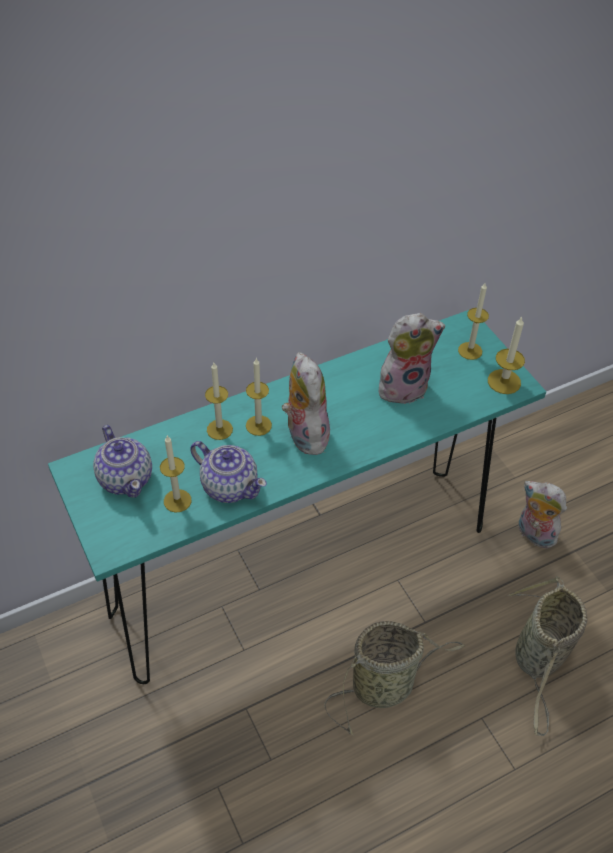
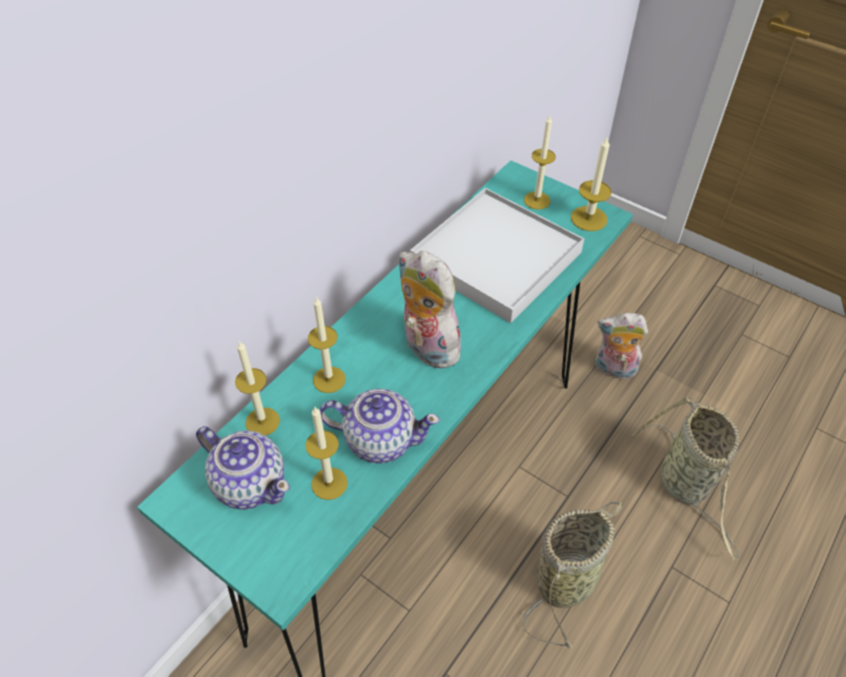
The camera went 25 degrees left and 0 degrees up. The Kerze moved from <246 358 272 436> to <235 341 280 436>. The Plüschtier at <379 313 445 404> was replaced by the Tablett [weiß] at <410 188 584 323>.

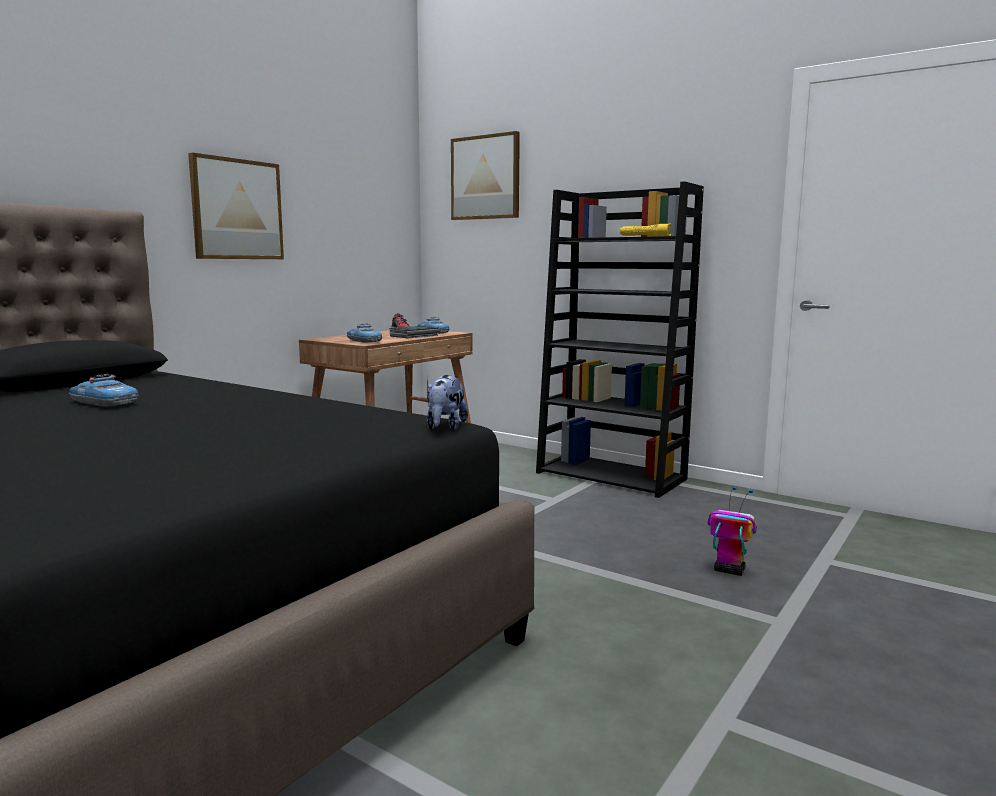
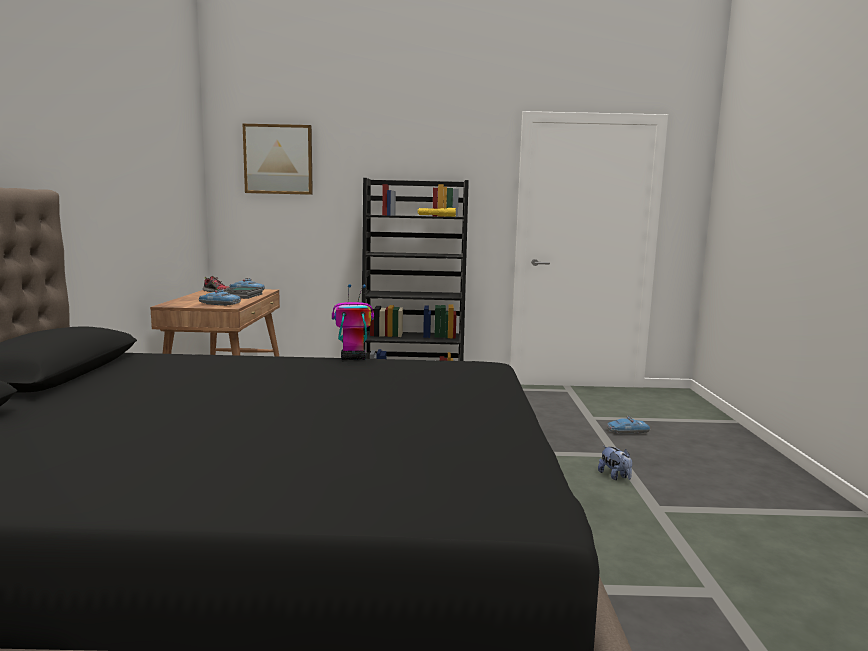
The camera went 35 degrees left and 0 degrees up. The Bild at <188 153 284 259> disappeared. The Spielzeugauto moved from <69 374 139 407> to <607 416 650 434>. The Plüschtier moved from <426 375 468 431> to <598 446 632 480>. The Spielzeugroboter moved from <708 487 757 576> to <332 284 374 360>.

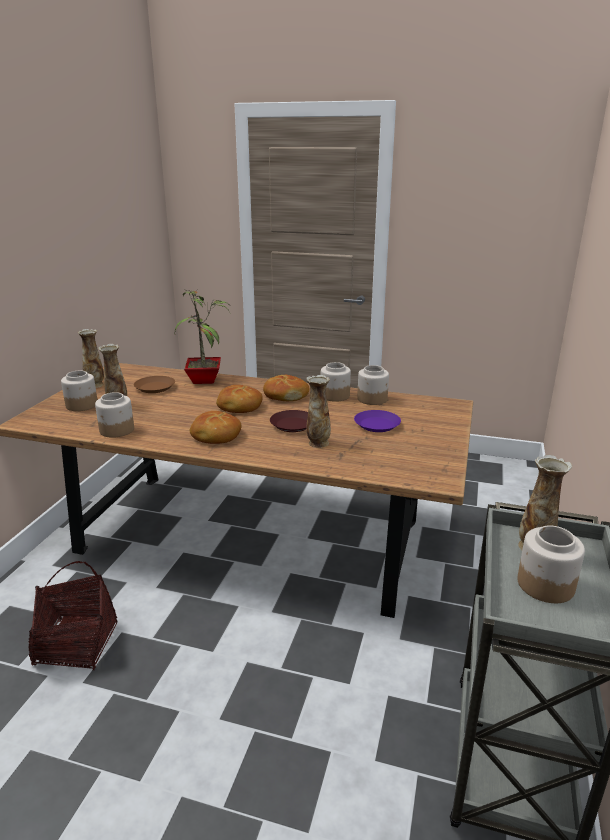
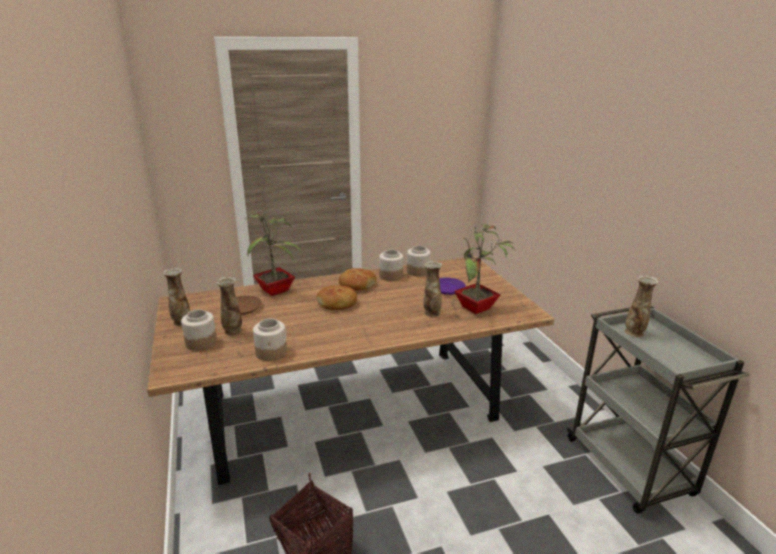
The camera went 35 degrees left and 0 degrees up. The Brot at <190 411 242 444> disappeared. The Teller [braun] at <270 410 308 432> disappeared. The Vorratsglas at <517 525 585 603> disappeared. The Topfpflanze at <454 223 515 314> appeared.

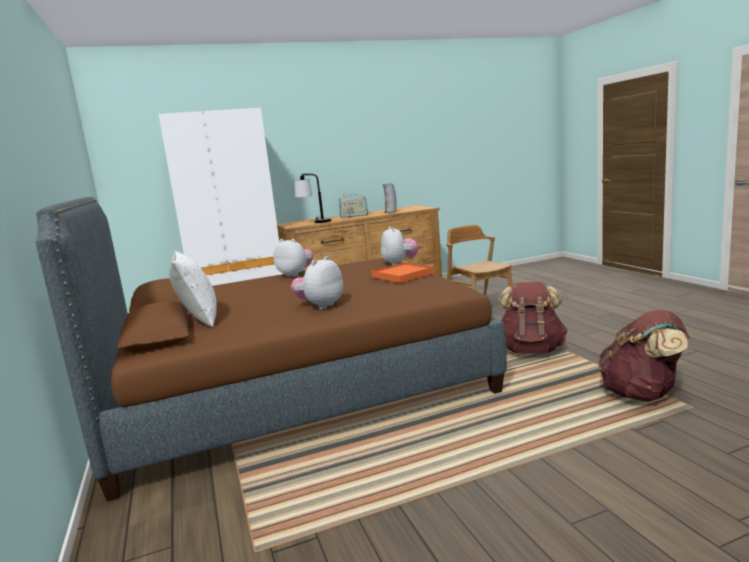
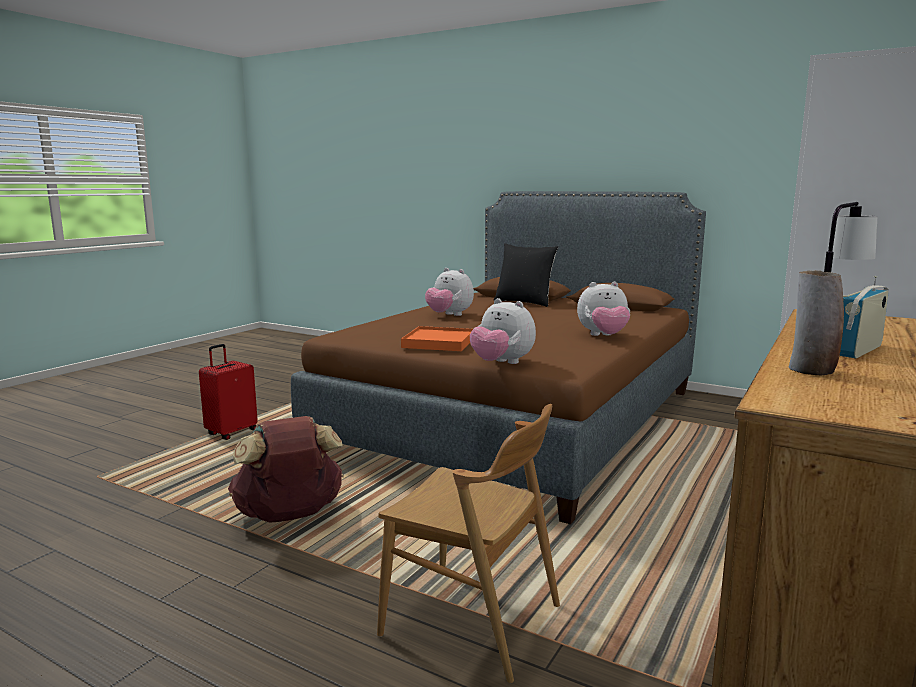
The camera went 140 degrees right and 0 degrees up. The Rucksack [braun] at <599 310 689 402> disappeared. The Koffer [rot] at <199 344 258 440> appeared. The Kissen [weiß] at <169 251 216 327> became the Kissen [schwarz] at <494 243 558 307>. The Plüschtier at <291 256 344 309> turned 135 degrees clockwise.

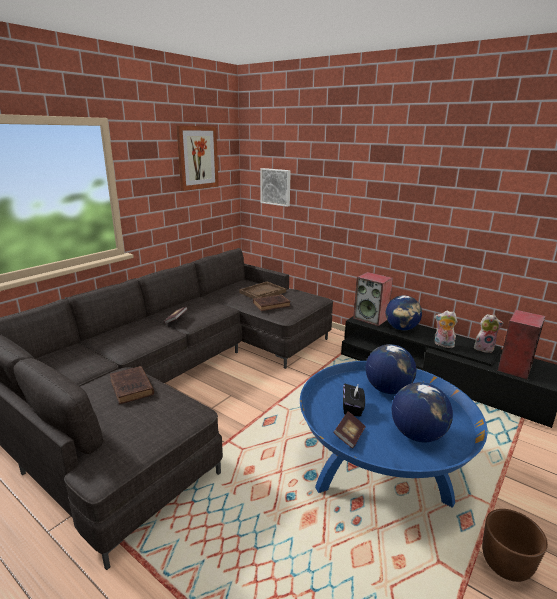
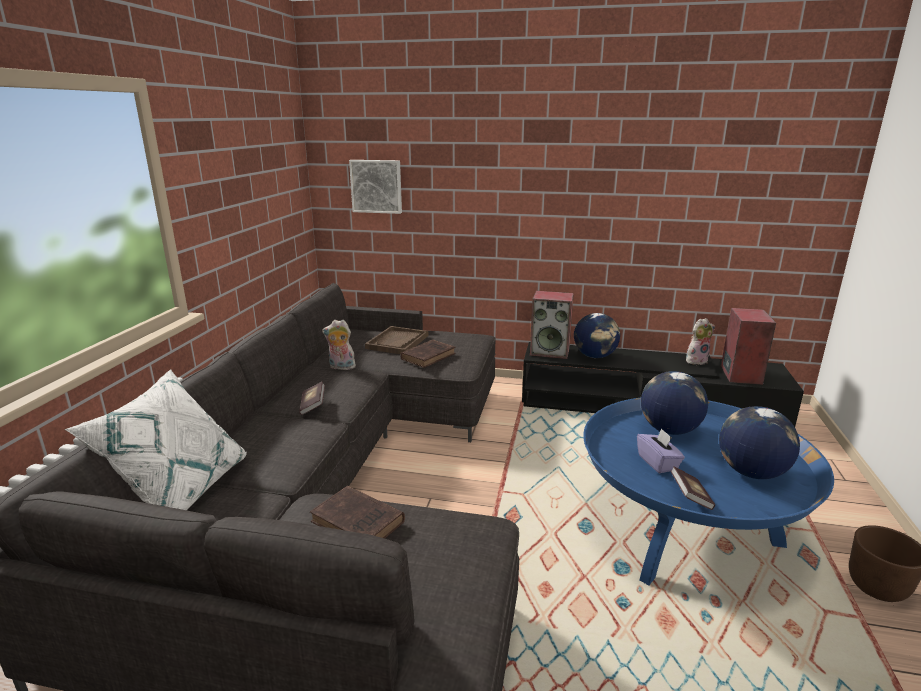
The camera went 25 degrees left and 0 degrees up. The Bild at <176 126 219 191> disappeared. The Kissen [weiß] at <64 369 247 510> appeared. The Plüschtier moved from <435 310 458 348> to <322 320 357 370>. The Taschentuchbox [schwarz] at <343 383 365 416> became the Taschentuchbox [lila] at <637 428 685 473>.

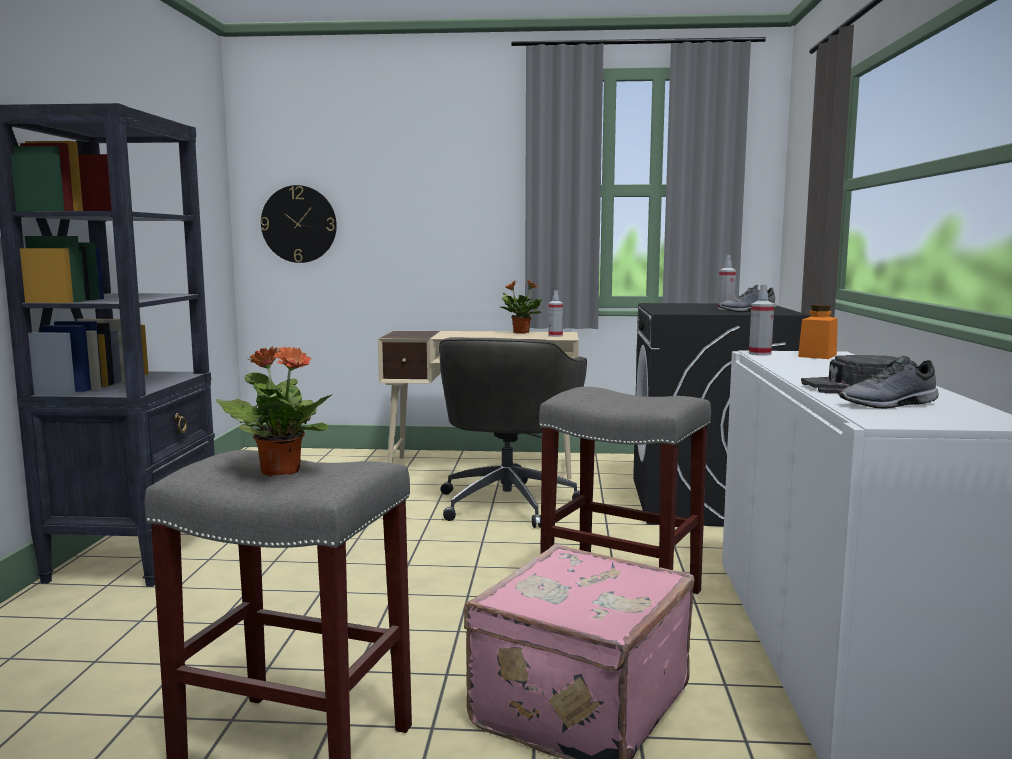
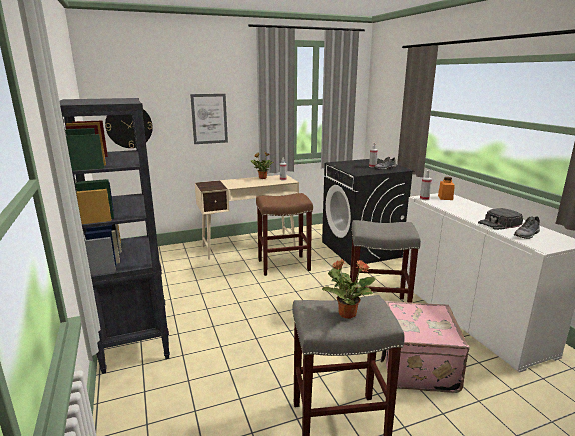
The camera went 25 degrees left and 10 degrees up. The Bild at <190 94 228 144> appeared. The Bürostuhl [grau] at <439 337 587 528> was replaced by the Hocker [braun] at <256 193 313 276>.

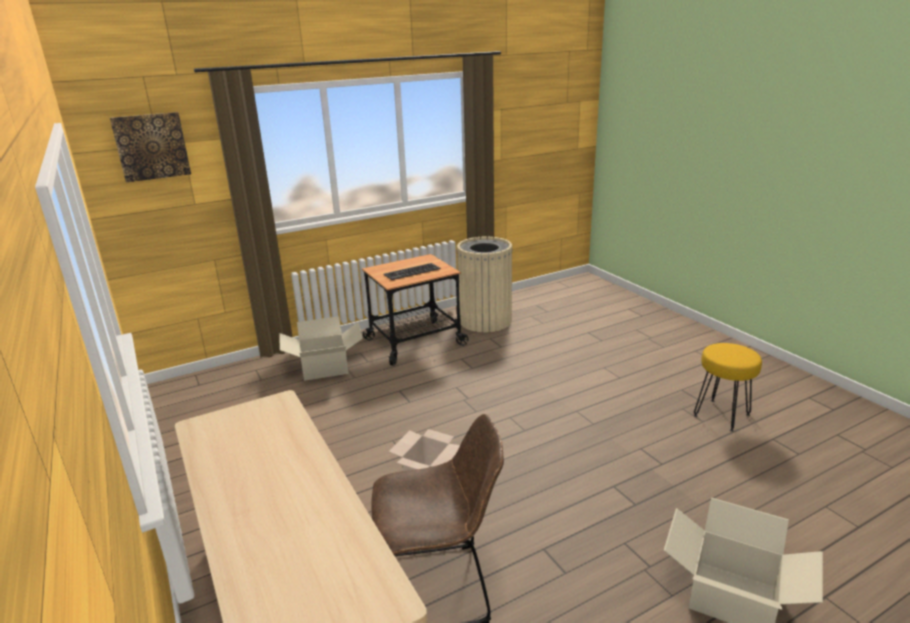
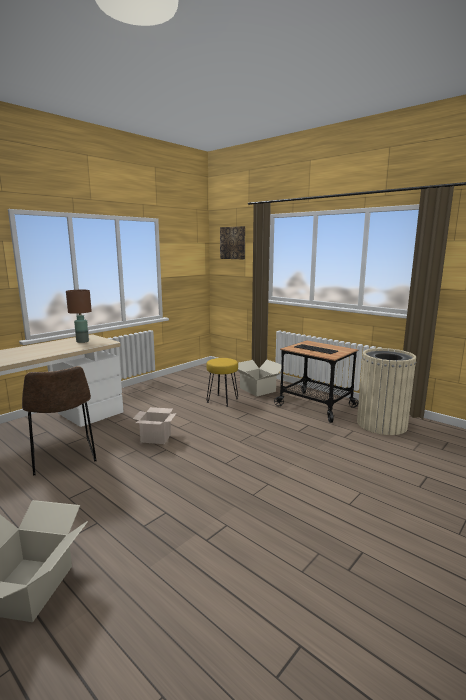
The camera went 70 degrees right and 10 degrees down. The Tischlampe [braun] at <66 290 92 343> appeared. The Hocker [gelb] moved from <694 343 762 432> to <206 358 238 407>.

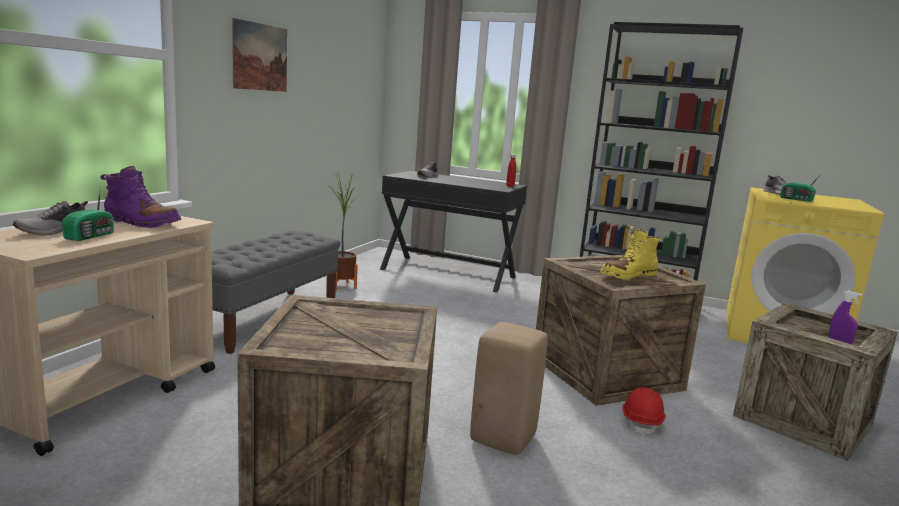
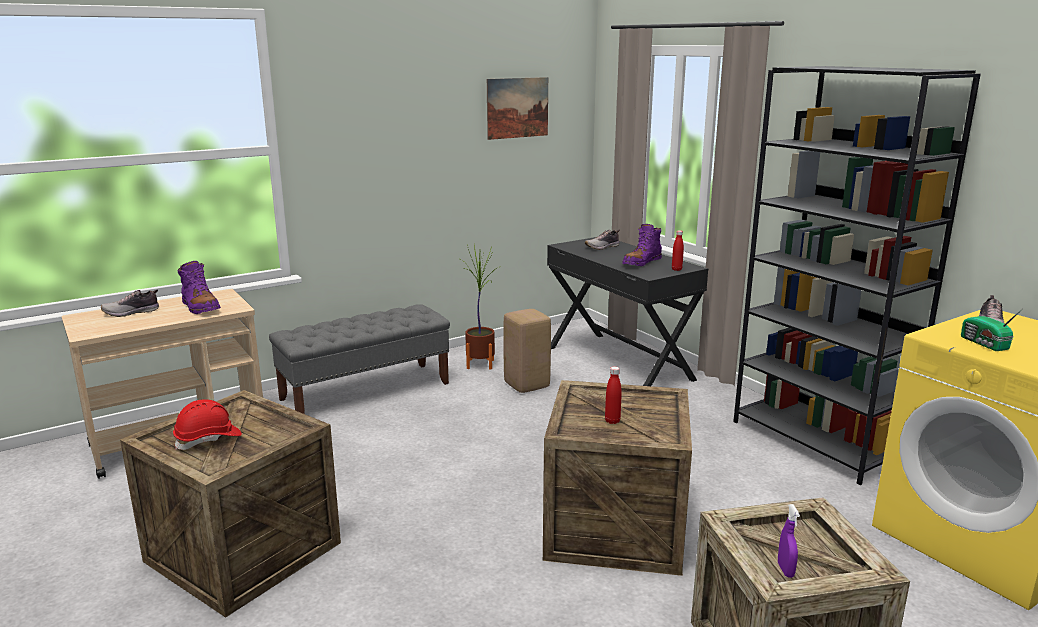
The camera went 35 degrees right and 5 degrees up. The Radio at <62 187 114 241> disappeared. The Stiefel [lila] at <622 224 662 266> appeared. The Bild moved from <232 18 287 92> to <487 77 548 140>. The Hocker [beige] moved from <470 322 548 455> to <503 309 551 393>. The Schutzhelm [rot] moved from <622 387 666 436> to <173 399 242 450>. The Stiefel [gelb] at <600 229 661 280> was replaced by the Flasche [rot] at <605 366 622 424>.

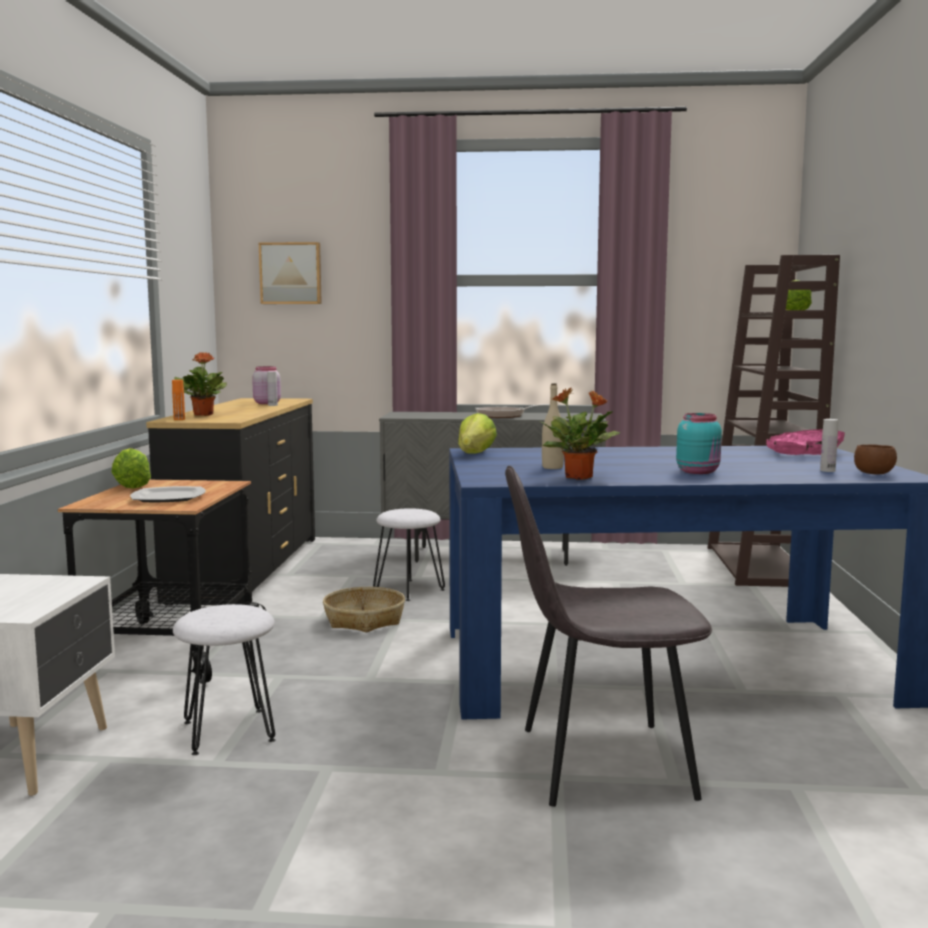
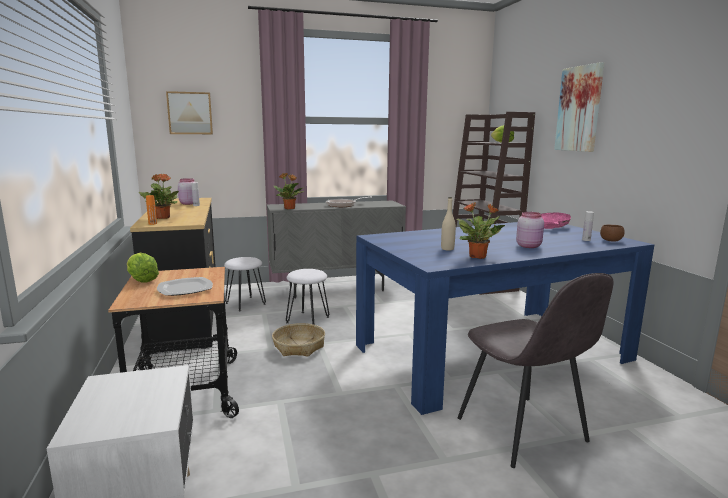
The camera went 20 degrees left and 5 degrees up. The Salatkopf at <458 413 497 453> disappeared. The Topfpflanze at <274 173 304 209> appeared. The Bild at <554 62 604 152> appeared. The Hocker [weiß] moved from <173 604 275 755> to <224 257 266 311>. The Vorratsglas [türkis] at <676 413 722 474> became the Vorratsglas [rosa] at <516 212 544 248>. The Stuhl [grau] at <505 466 712 807> turned 90 degrees counterclockwise.

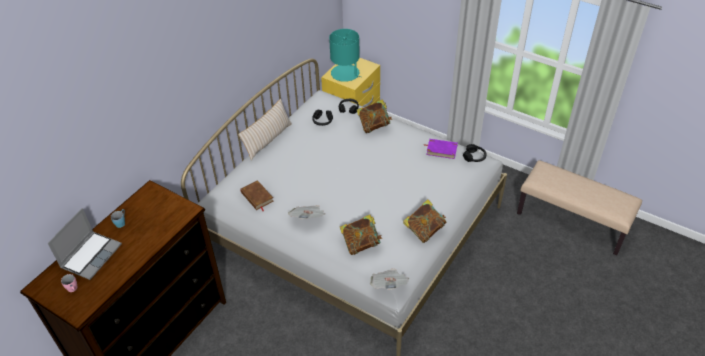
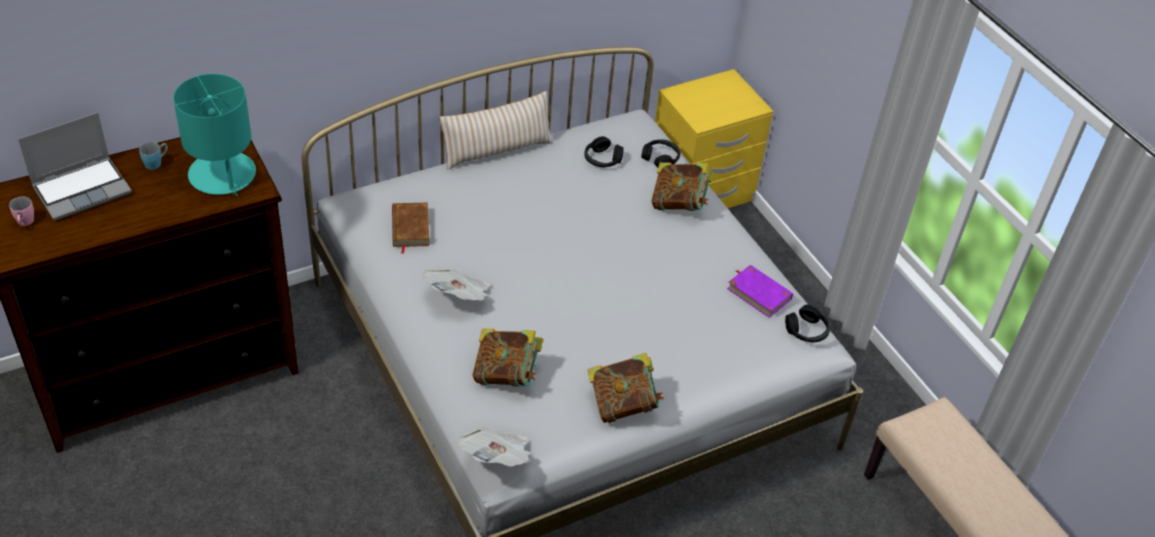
The camera went 25 degrees right and 0 degrees up. The Tischlampe [türkis] moved from <329 29 361 82> to <173 74 256 196>.

